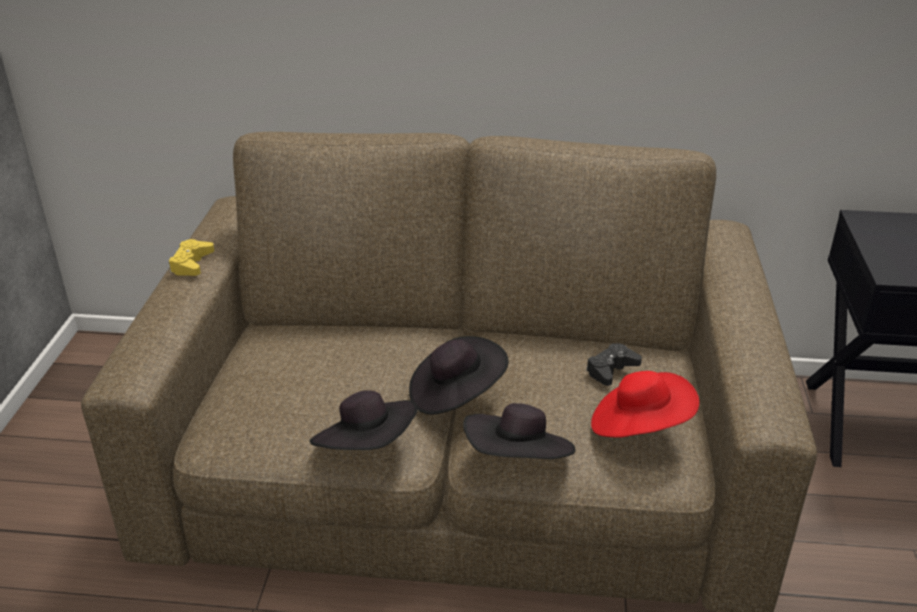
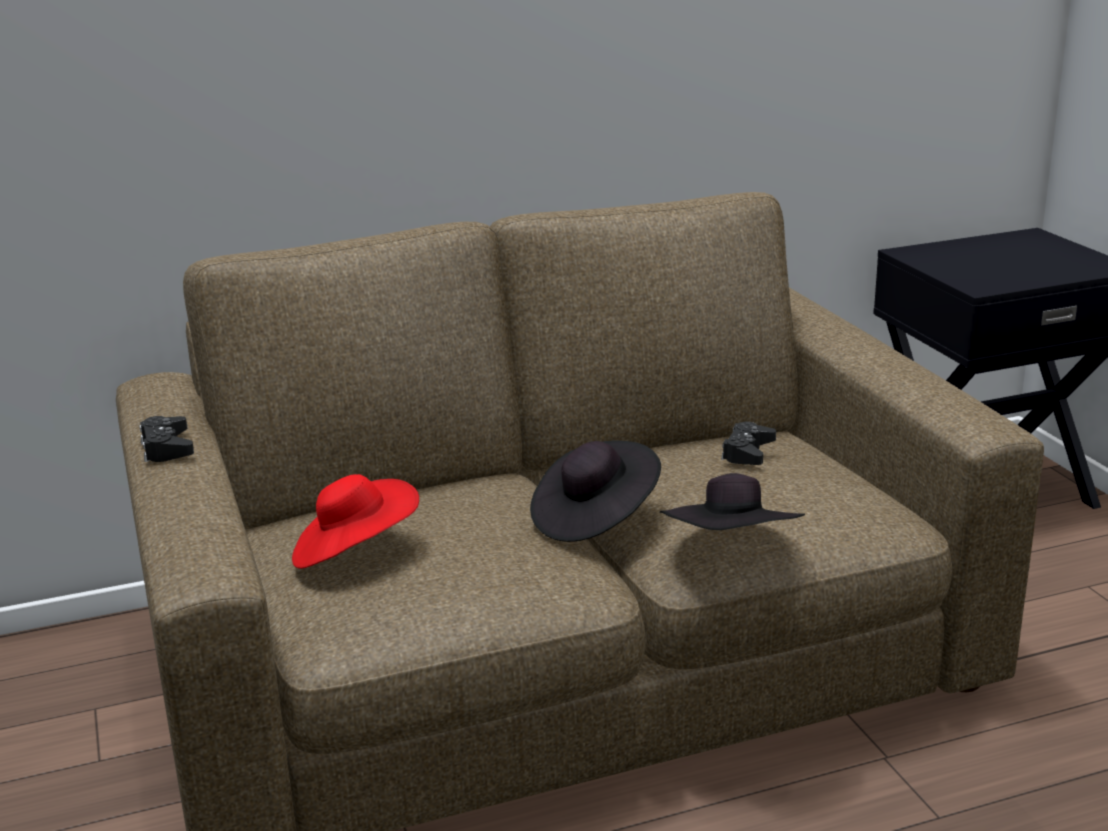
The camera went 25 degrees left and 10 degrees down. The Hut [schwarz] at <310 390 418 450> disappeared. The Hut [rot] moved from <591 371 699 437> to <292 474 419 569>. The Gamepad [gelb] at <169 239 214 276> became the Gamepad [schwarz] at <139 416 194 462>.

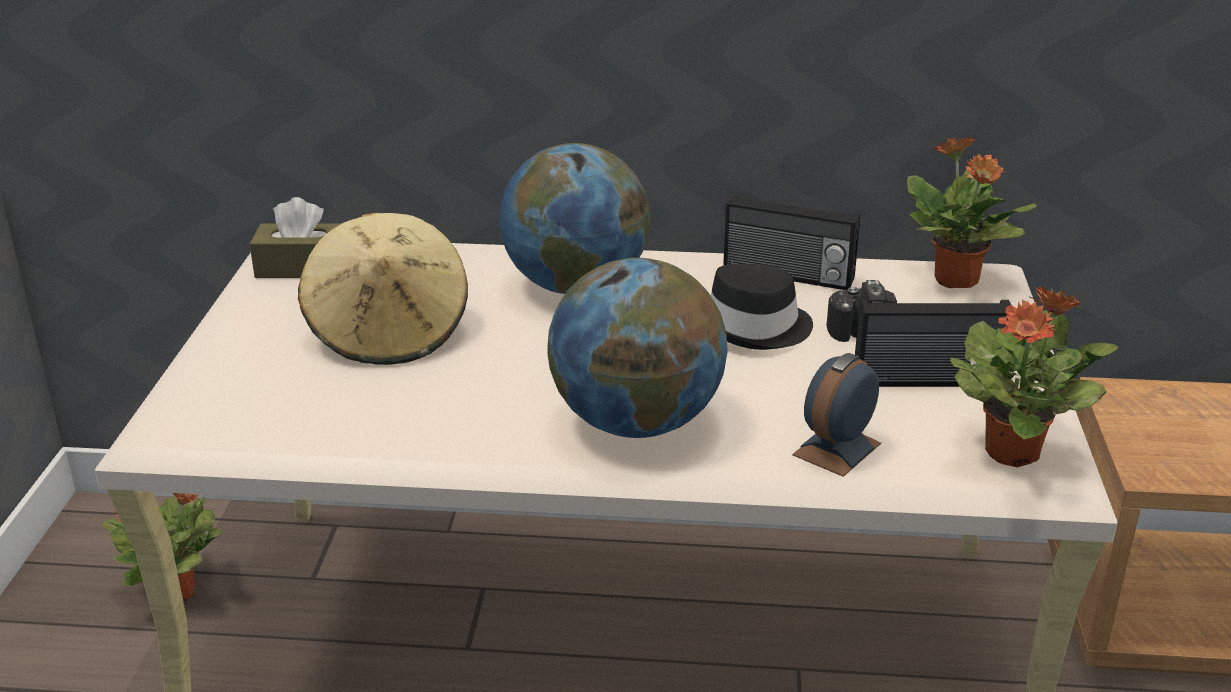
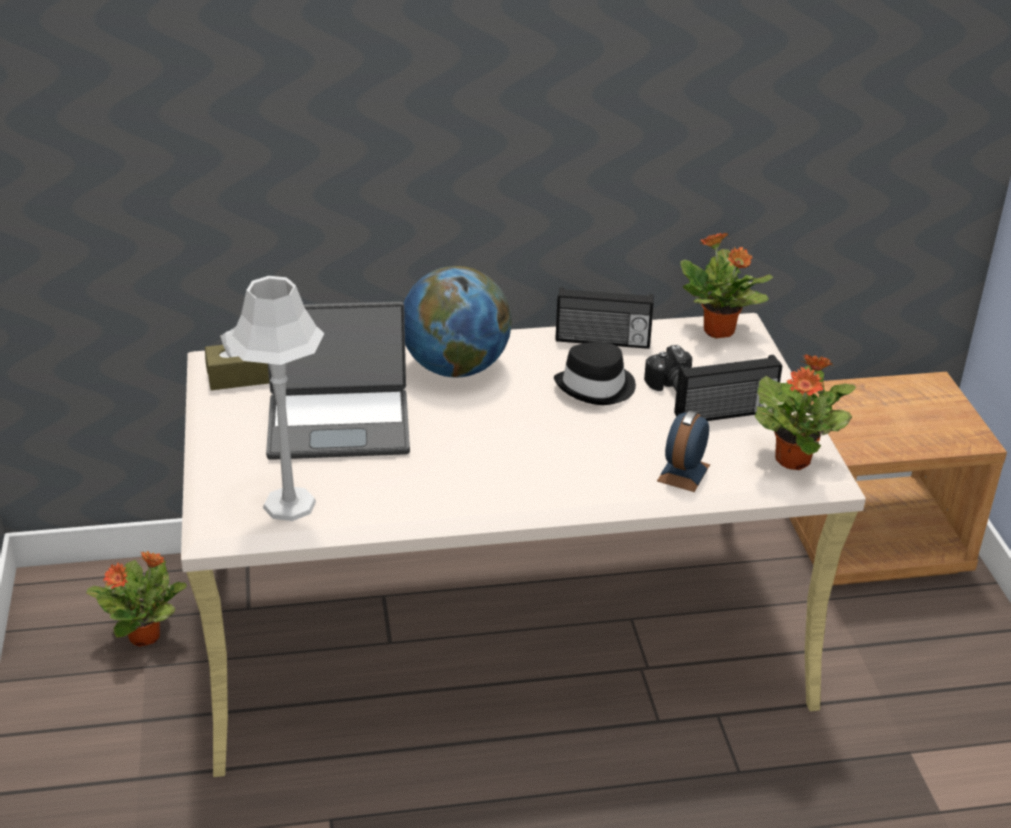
The camera went 15 degrees left and 5 degrees up. The Globus at <547 258 728 438> disappeared. The Tischlampe [grau] at <226 276 325 521> appeared. The Hut [beige] at <298 213 468 365> was replaced by the Laptop at <266 302 410 460>.

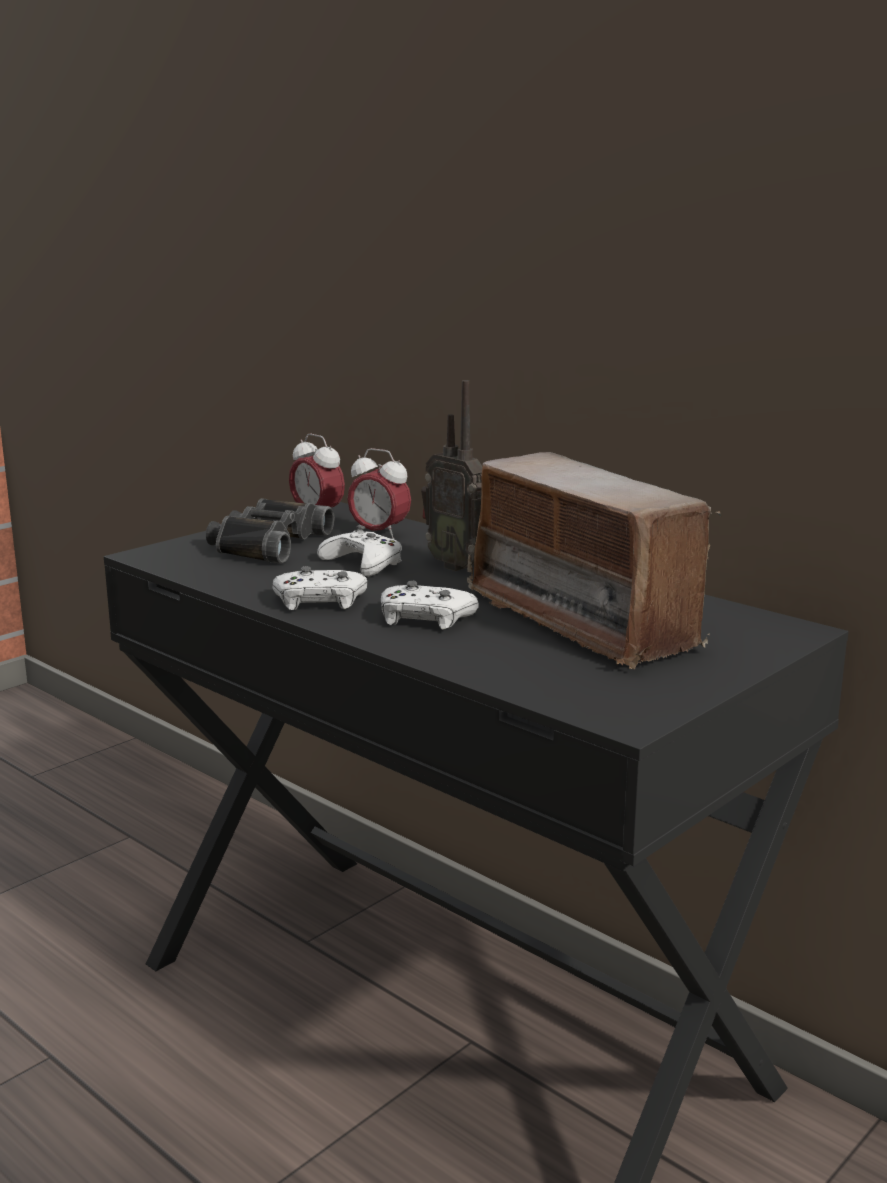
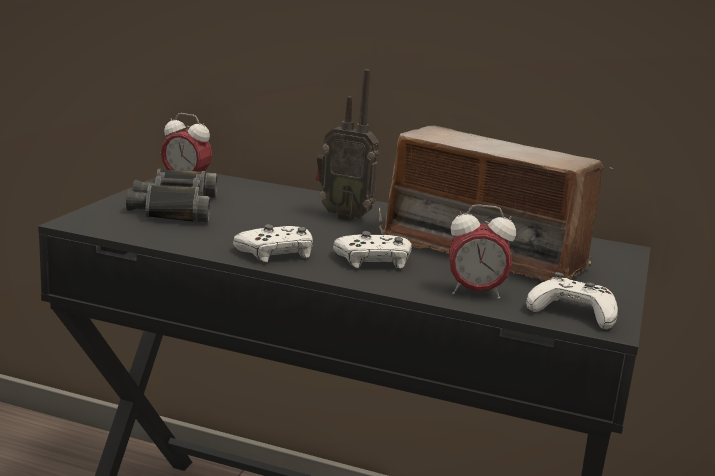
The camera went 25 degrees left and 0 degrees up. The Gamepad [weiß] moved from <317 525 402 577> to <526 273 618 329>. The Wecker moved from <347 448 411 539> to <449 204 516 299>.

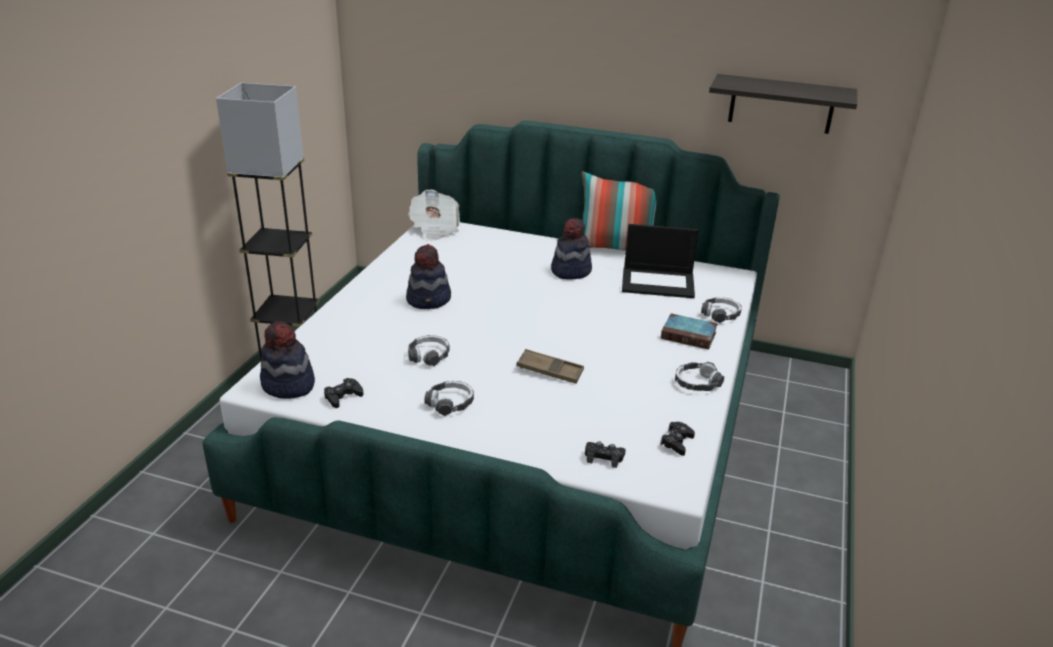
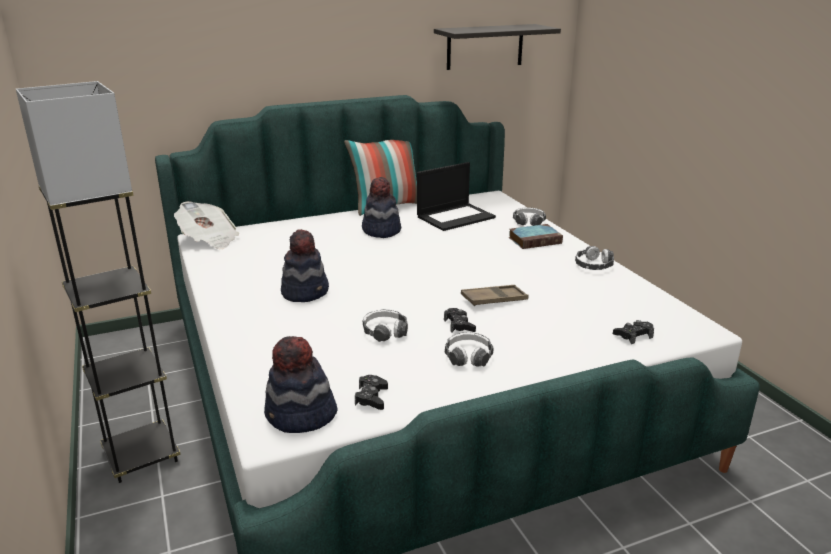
The camera went 40 degrees left and 5 degrees down. The Gamepad [schwarz] moved from <660 422 695 456> to <444 308 476 333>.

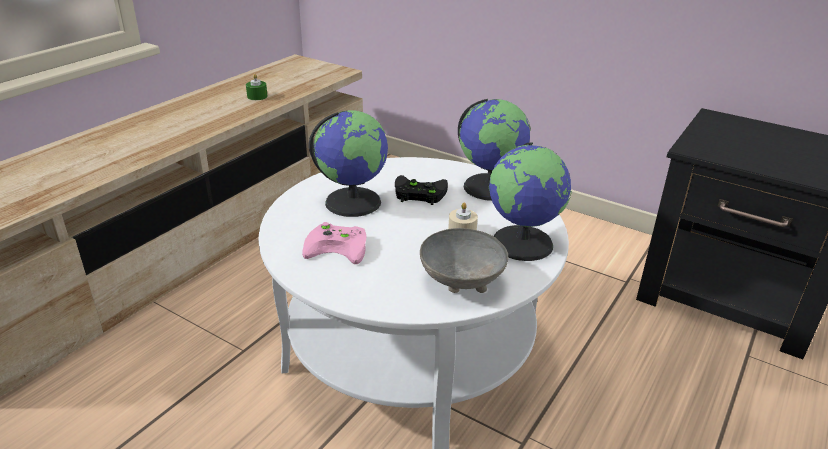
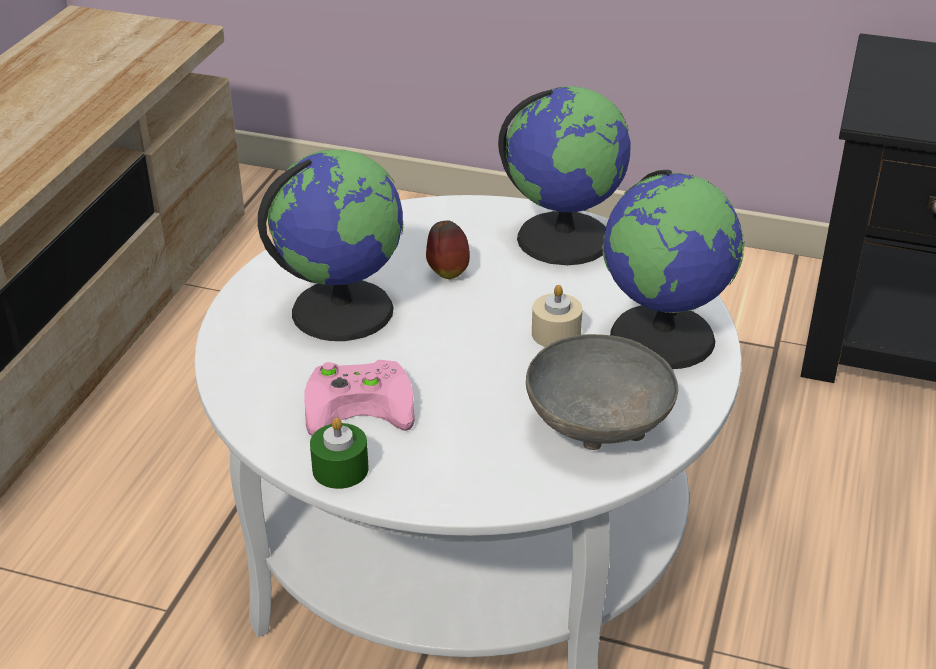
The camera went 15 degrees left and 5 degrees up. The Kerze [grün] moved from <246 74 267 100> to <310 417 368 489>. The Gamepad [schwarz] at <395 175 448 205> was replaced by the Apfel at <426 220 470 279>.

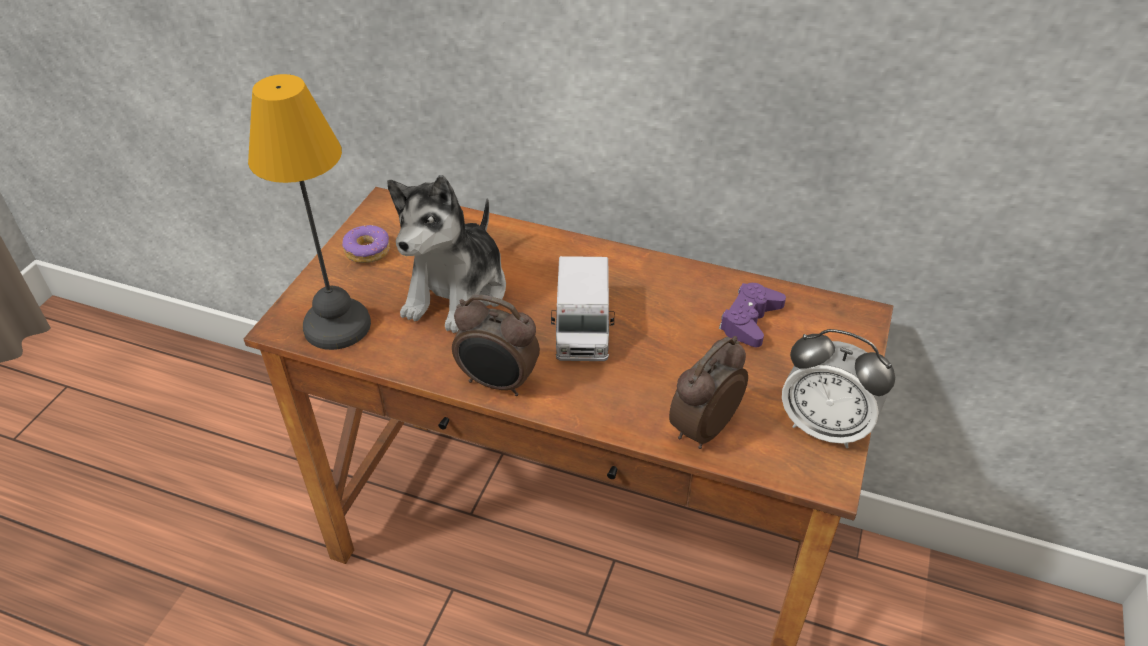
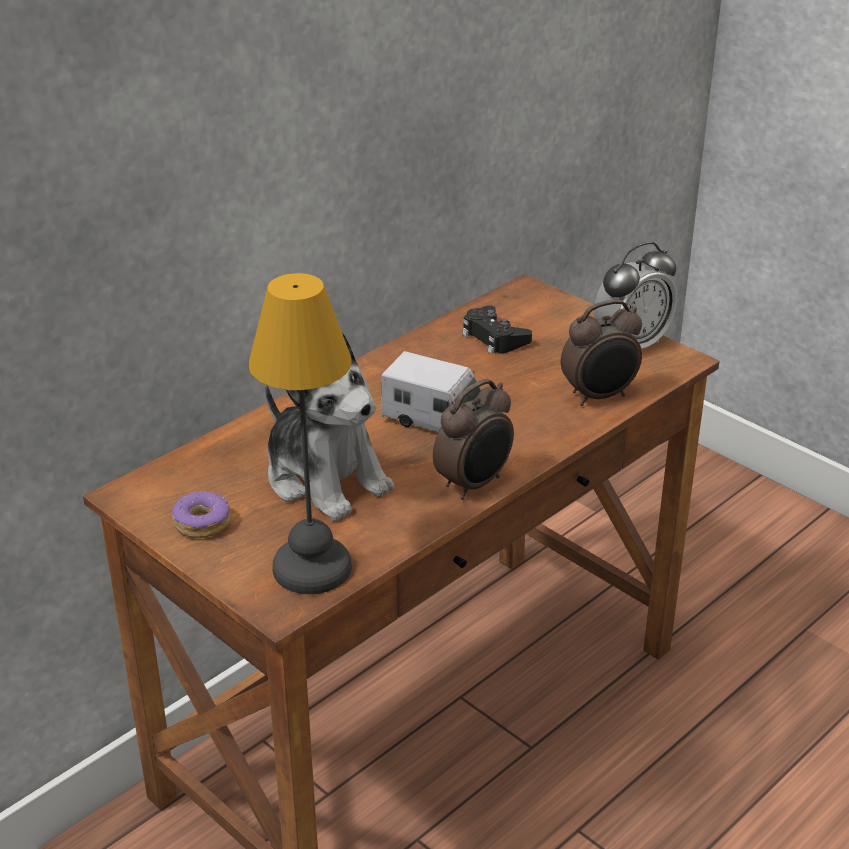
The camera went 65 degrees left and 10 degrees down. The Gamepad [lila] at <719 283 786 347> became the Gamepad [schwarz] at <462 305 532 354>. The Wecker at <669 336 748 449> turned 90 degrees counterclockwise.

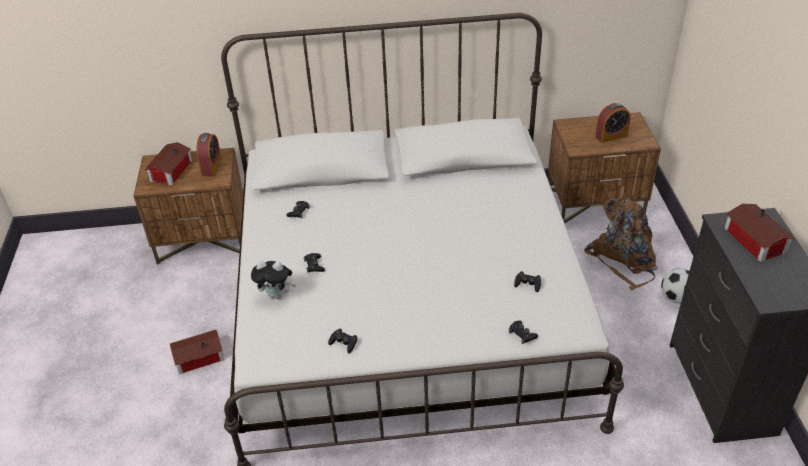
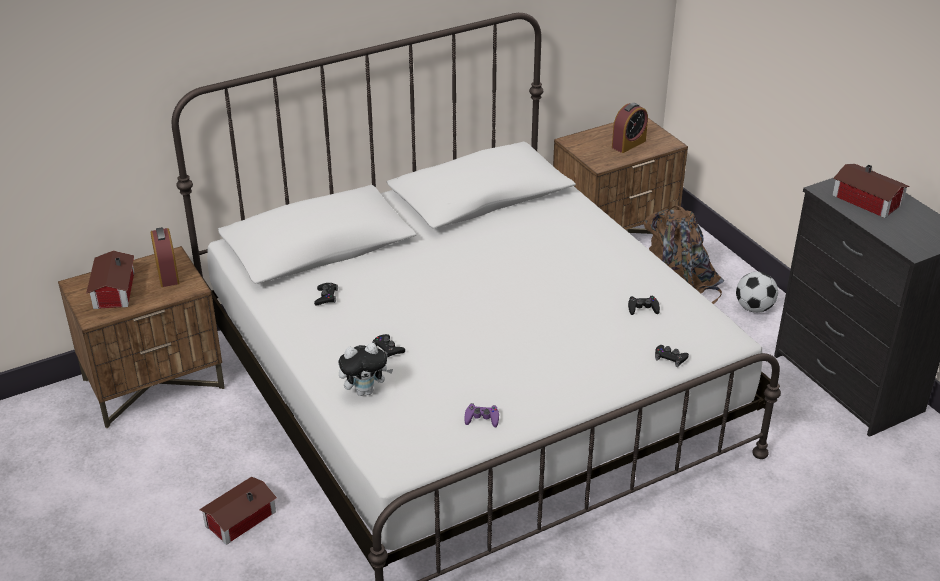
The camera went 25 degrees left and 5 degrees down. The Gamepad [schwarz] at <328 329 357 353> became the Gamepad [lila] at <465 403 499 427>.

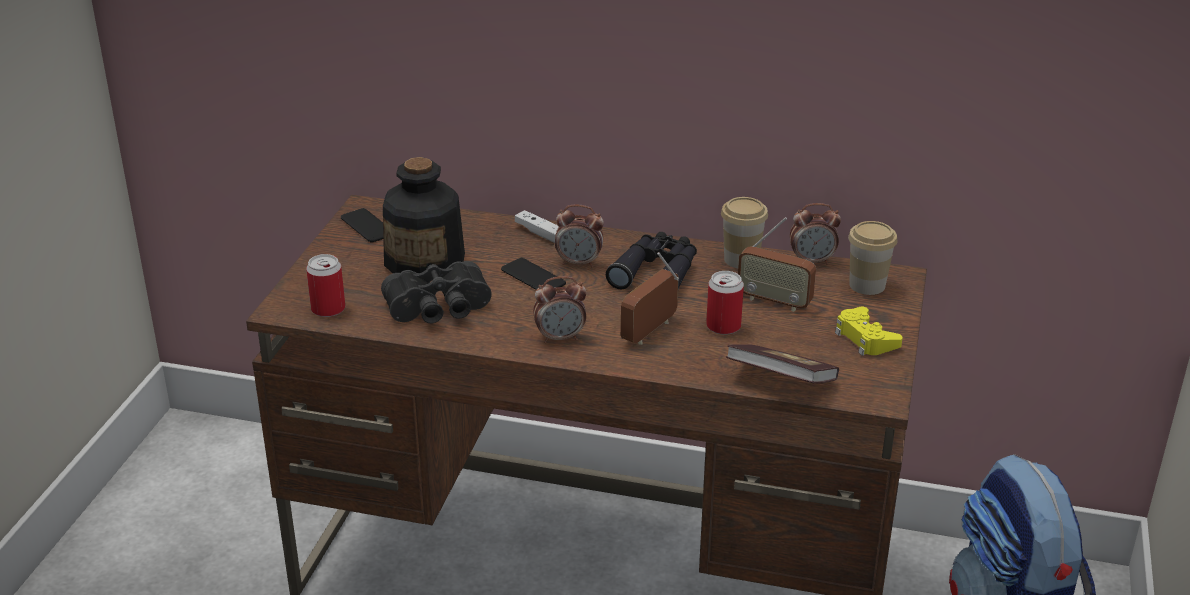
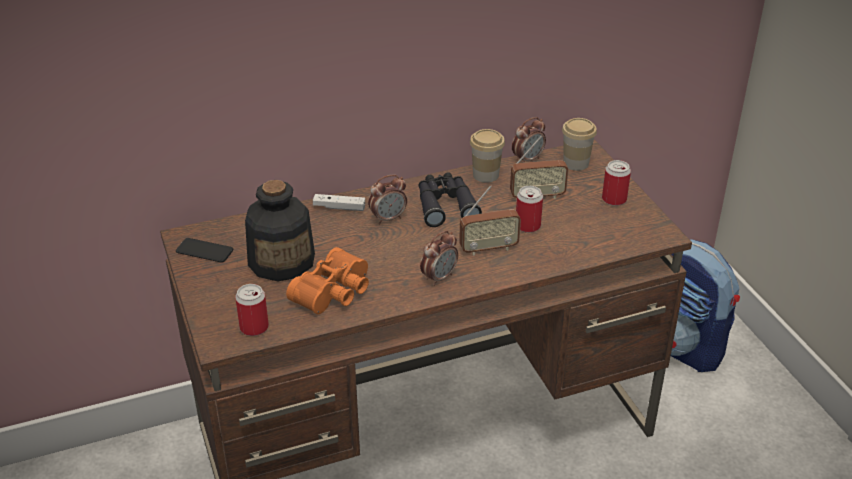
The camera went 35 degrees left and 5 degrees up. The Handy at <501 258 566 290> disappeared. The Buch at <726 344 839 384> disappeared. The Gamepad [gelb] at <835 307 903 356> was replaced by the Dose at <602 160 631 206>. The Fernglas [schwarz] at <381 261 492 323> became the Fernglas [orange] at <286 247 369 314>. The Radio at <621 252 679 345> turned 105 degrees counterclockwise.

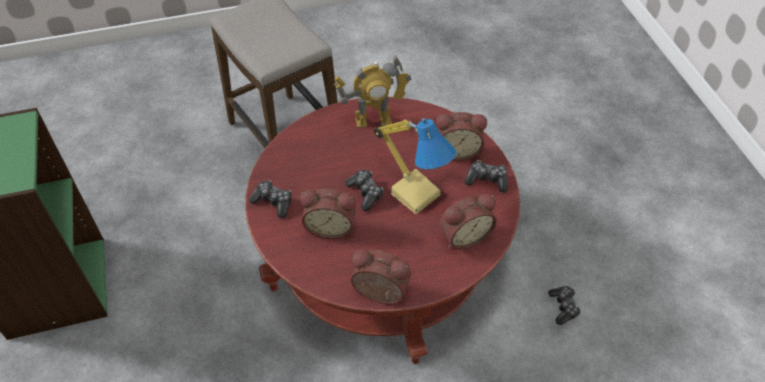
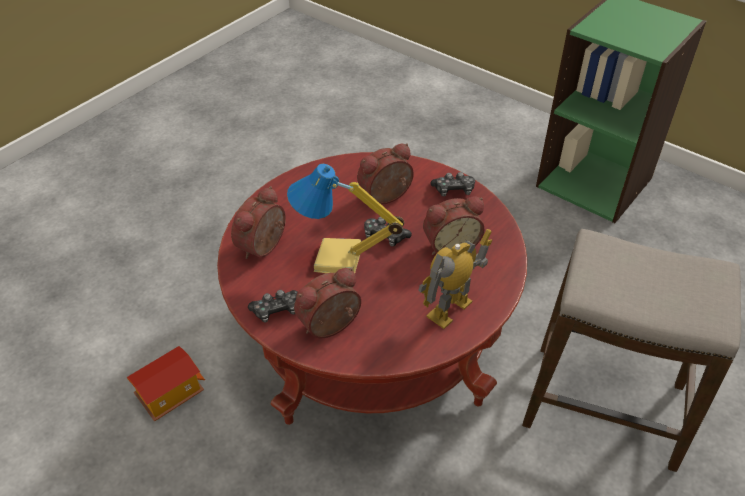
The camera went 145 degrees right and 5 degrees down. The Wecker moved from <351 249 411 304> to <423 196 484 255>. The Gamepad at <548 286 581 325> was replaced by the Spielzeughaus at <127 346 205 421>.

